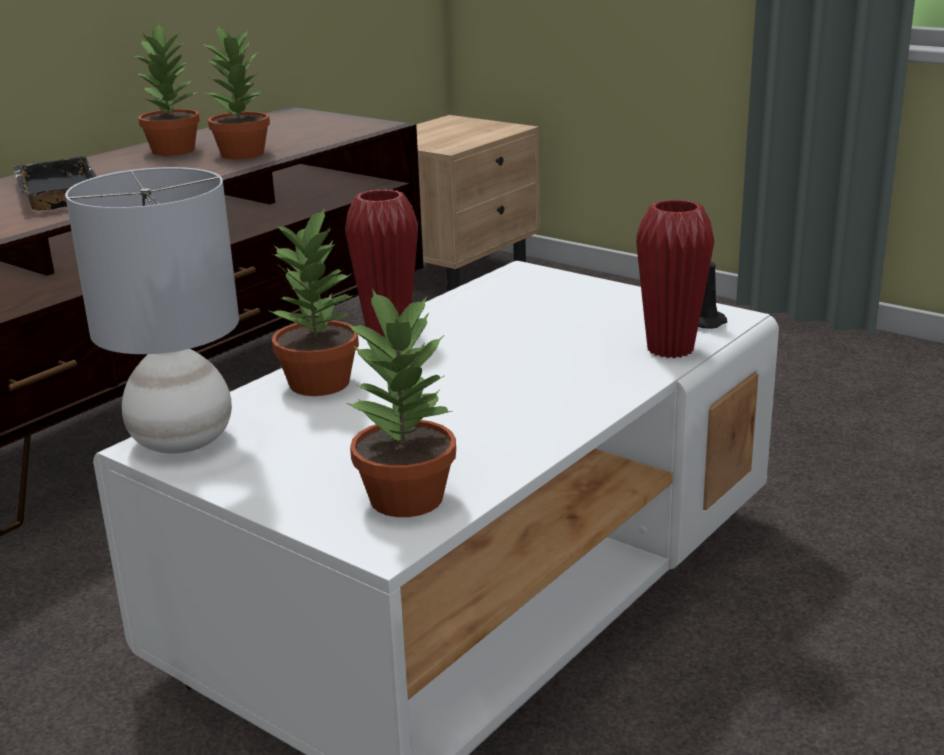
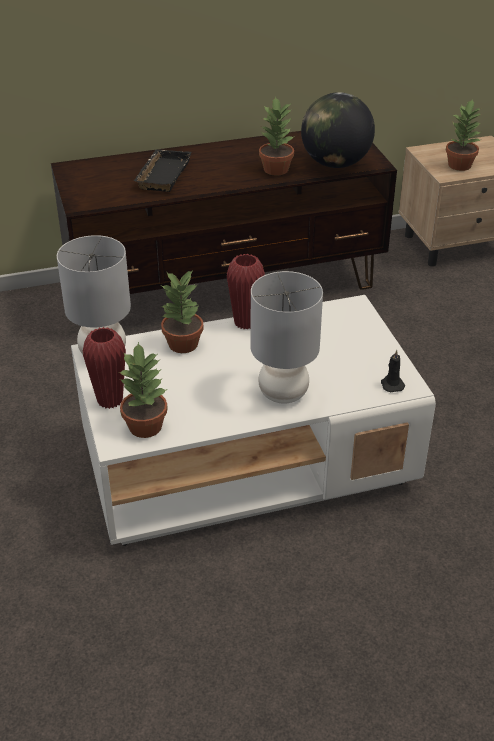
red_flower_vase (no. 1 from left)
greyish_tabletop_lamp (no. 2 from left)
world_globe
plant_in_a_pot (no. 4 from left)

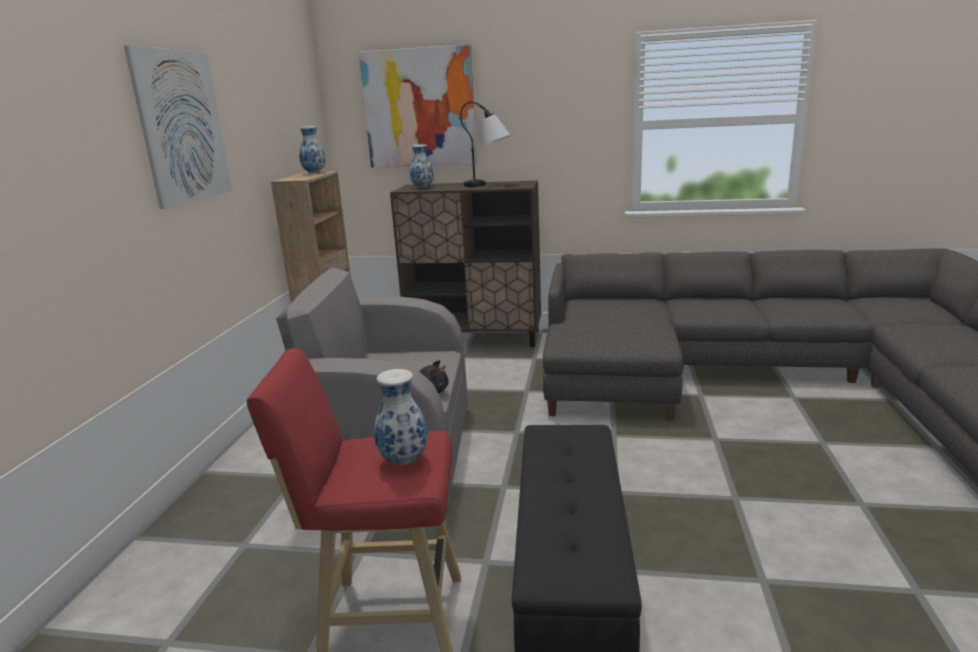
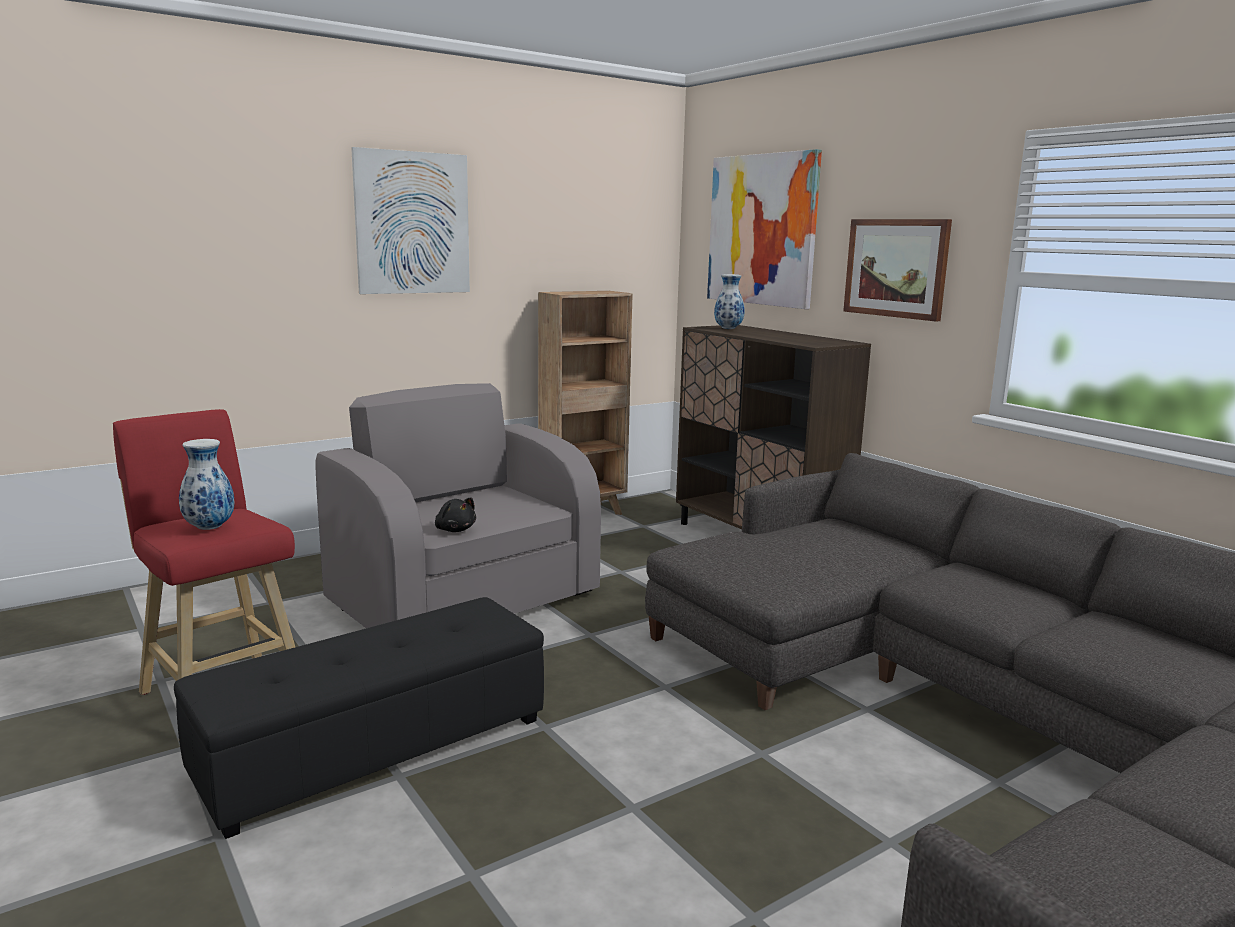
wall_picture (no. 3 from left)
flower_vase (no. 1 from left in the first image)
tabletop_lamp

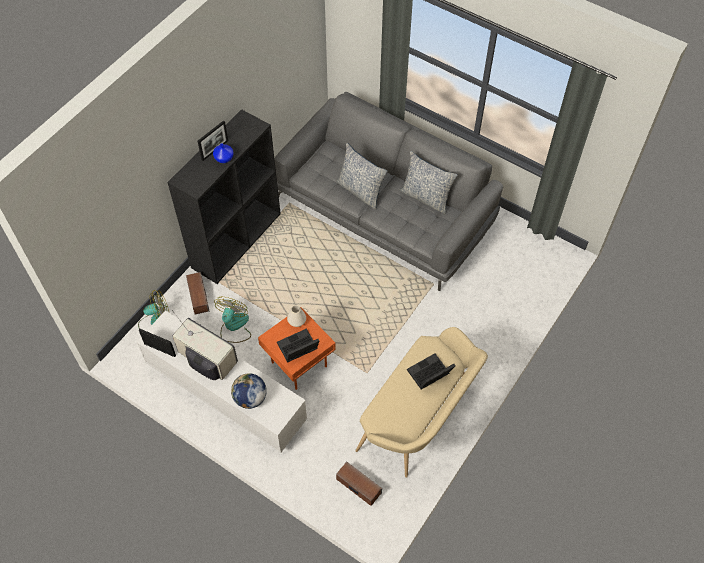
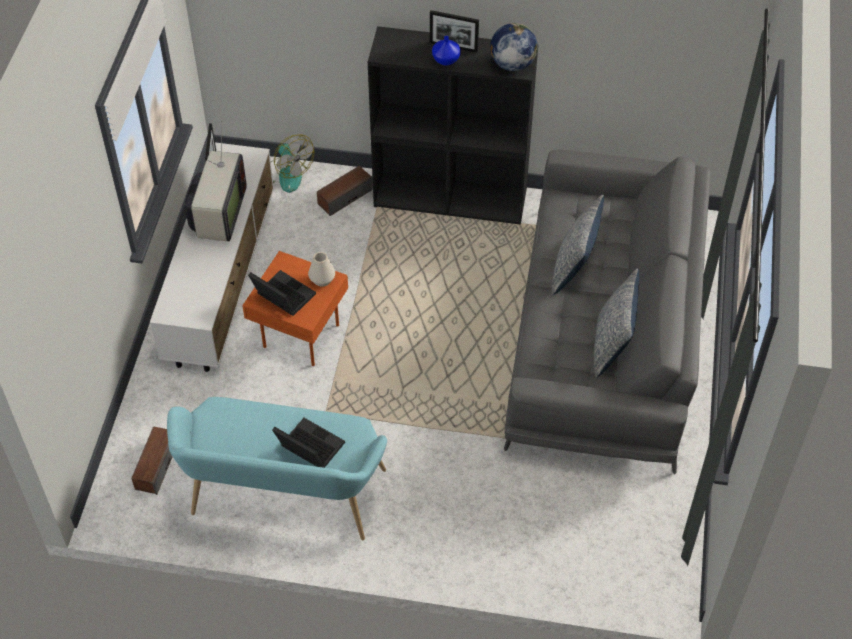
blue-green_indoor_bench
world_globe
cooling_fan (no. 2 from left in the first image)

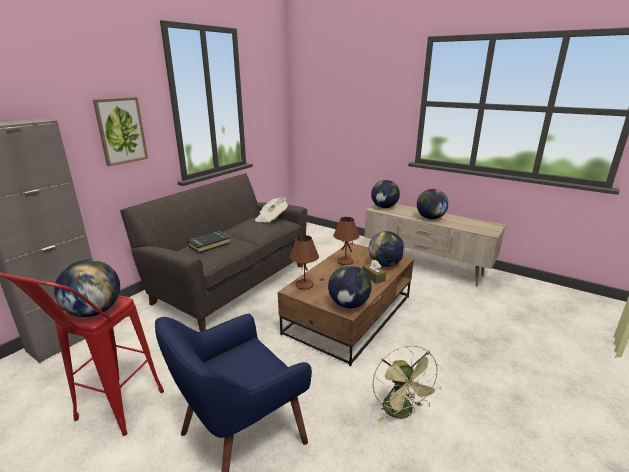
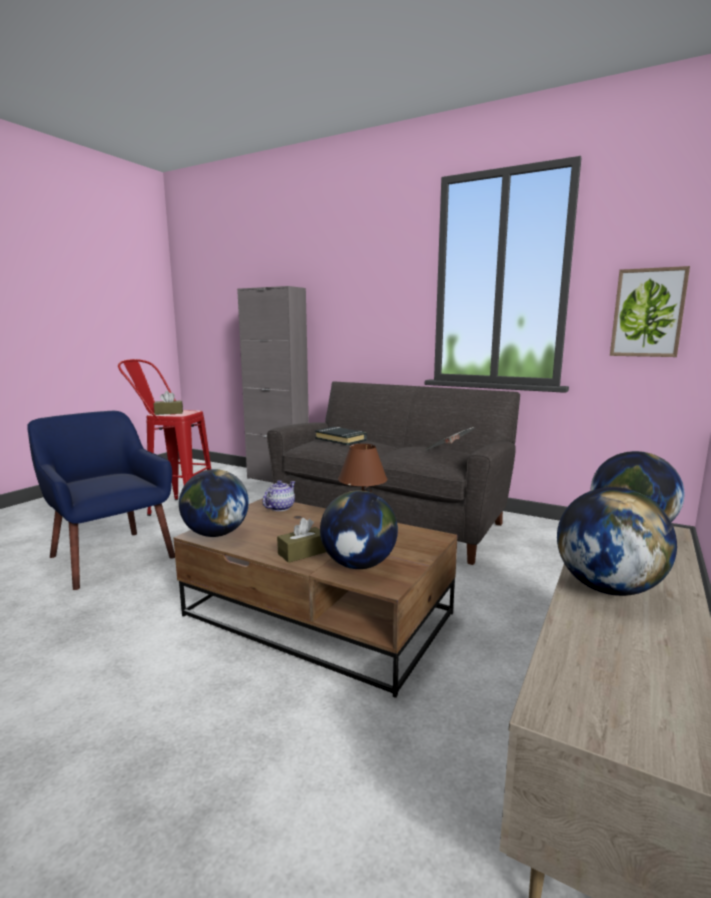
brown-coloured_tissue_box (no. 1 from left)
pot_for_tea
wall_picture
green_cooling_fan

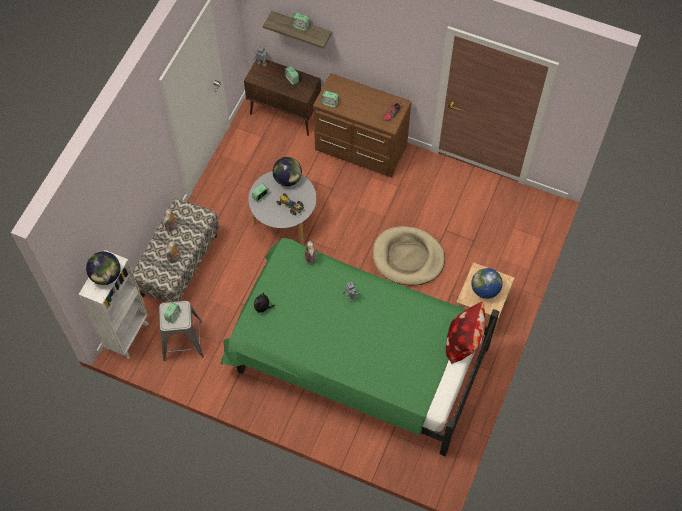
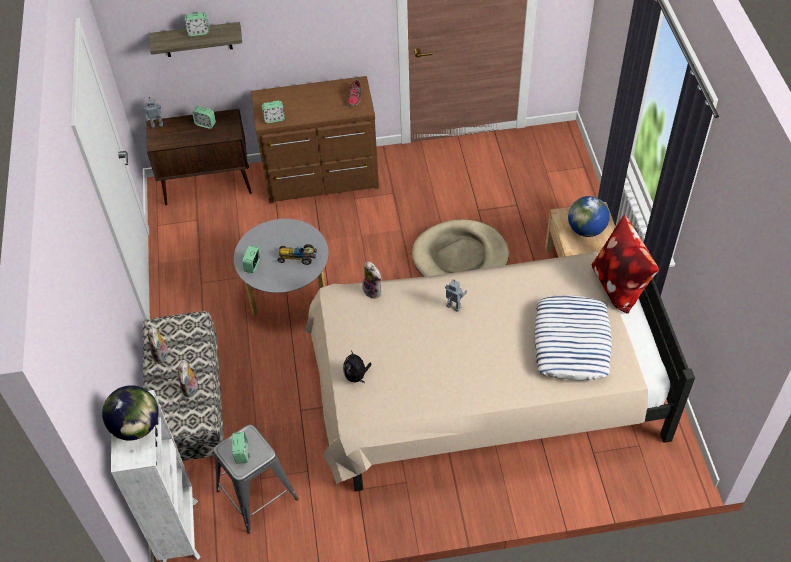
sand-coloured_sleeping_bed
throw_pillow (no. 1 from left)
world_globe (no. 2 from left in the first image)

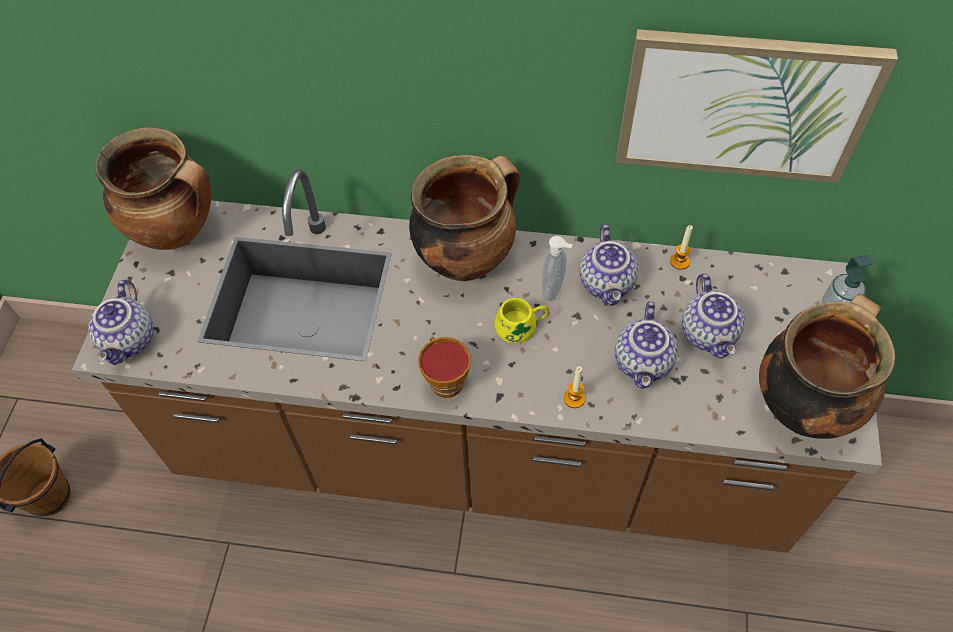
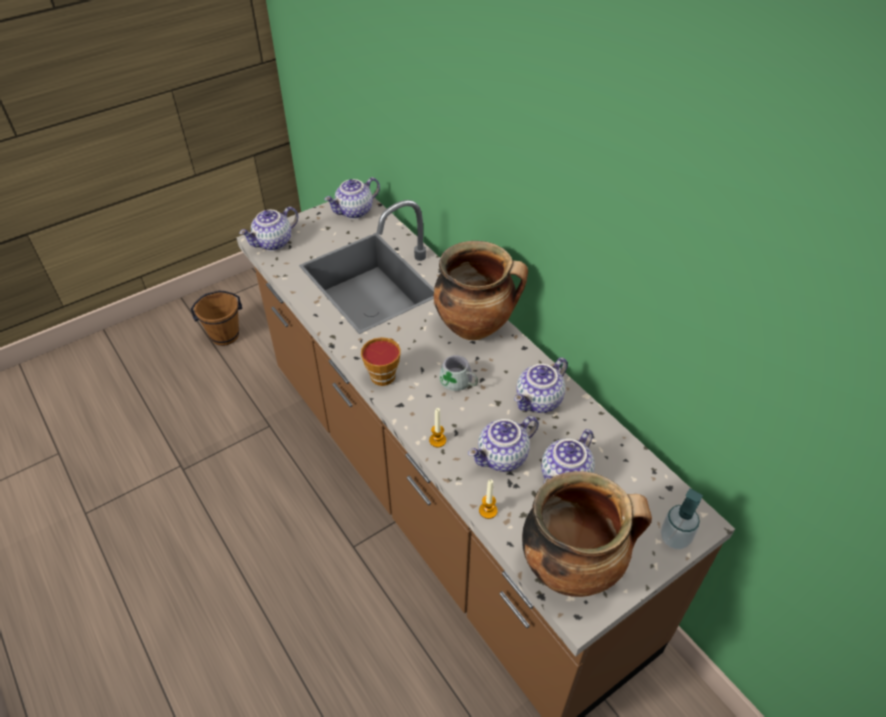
pot_for_tea (no. 2 from left)
greyish_mug
candle (no. 2 from left)
soap_bottle (no. 1 from left in the first image)
wall_picture

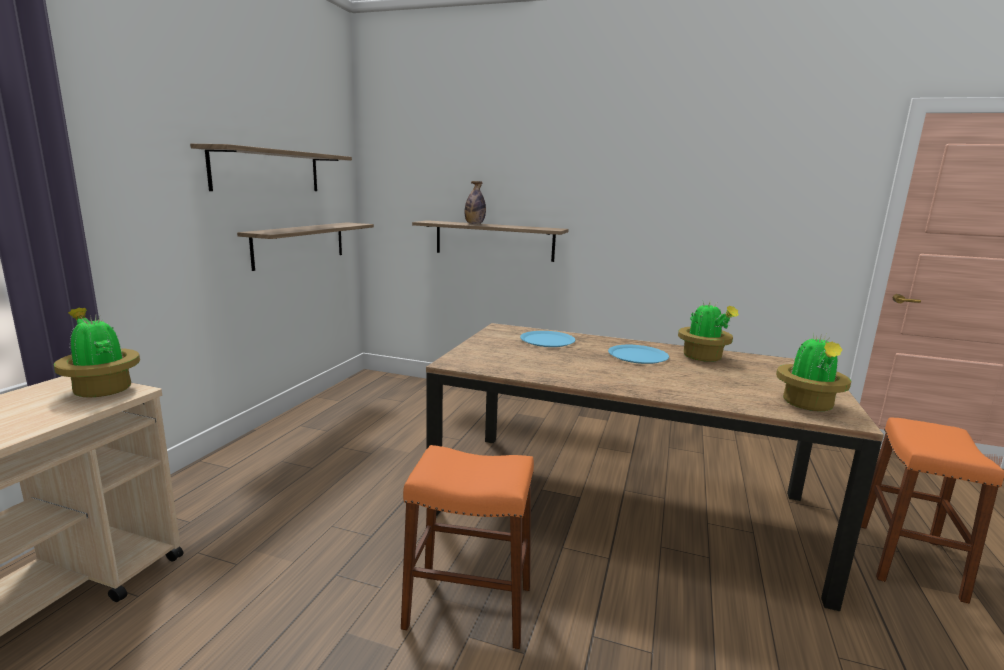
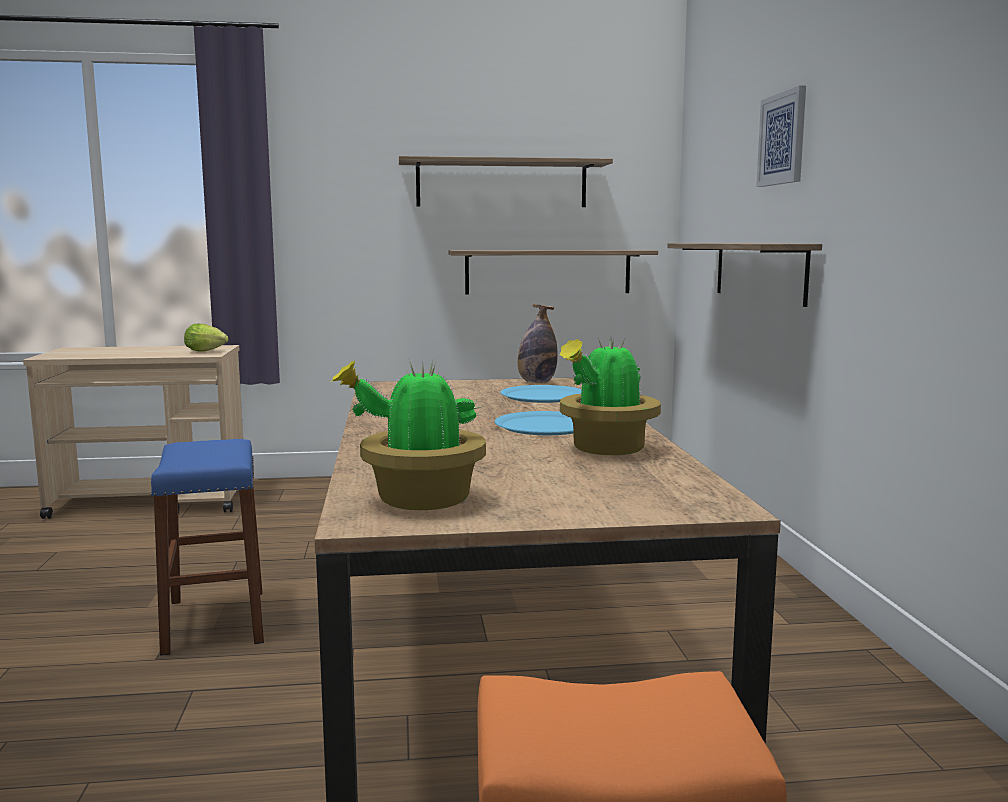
blue-coloured_stool_seat
lettuce_head
drink_bottle
wall_picture

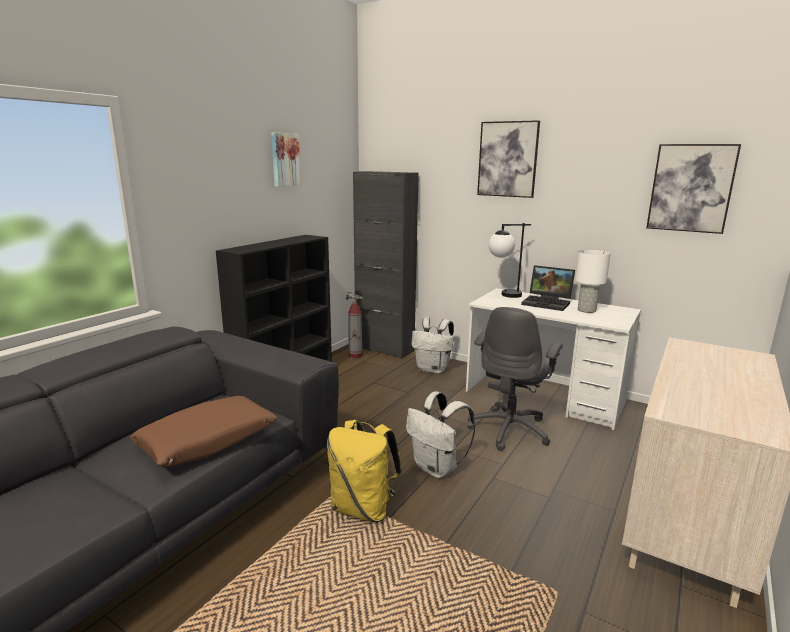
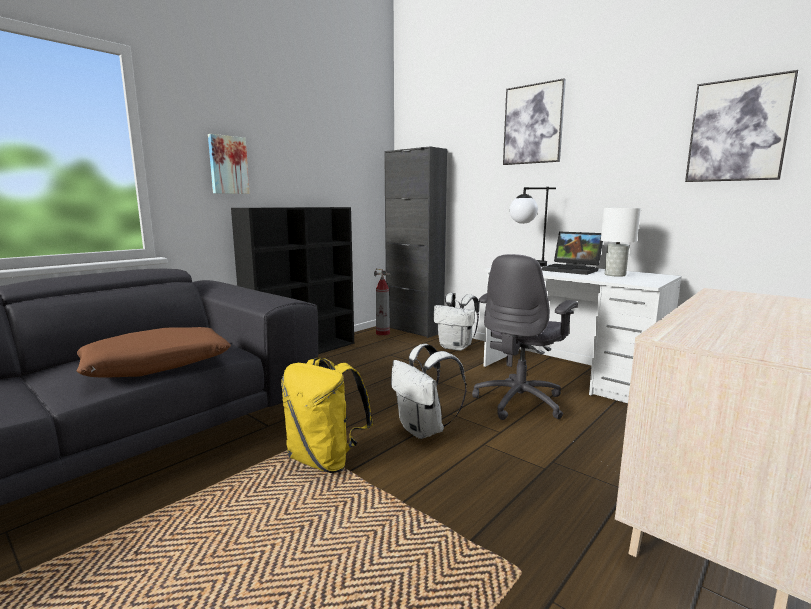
wall_picture (no. 1 from left)

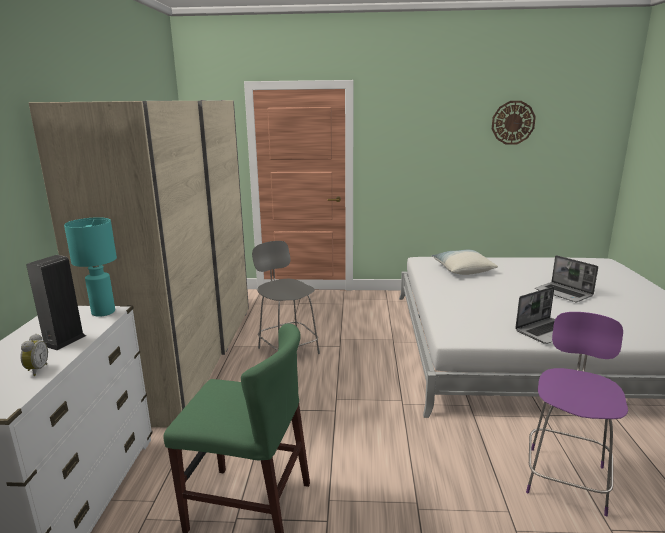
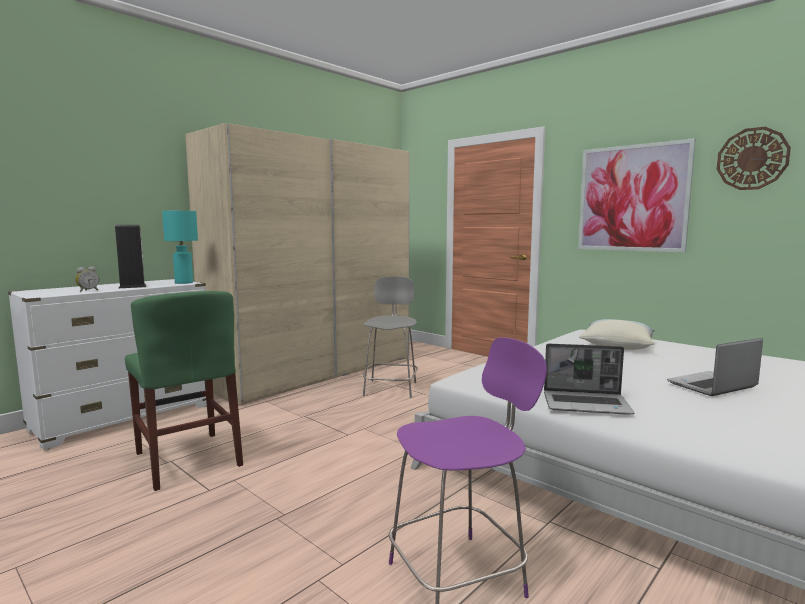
wall_picture
laptop (no. 2 from left)

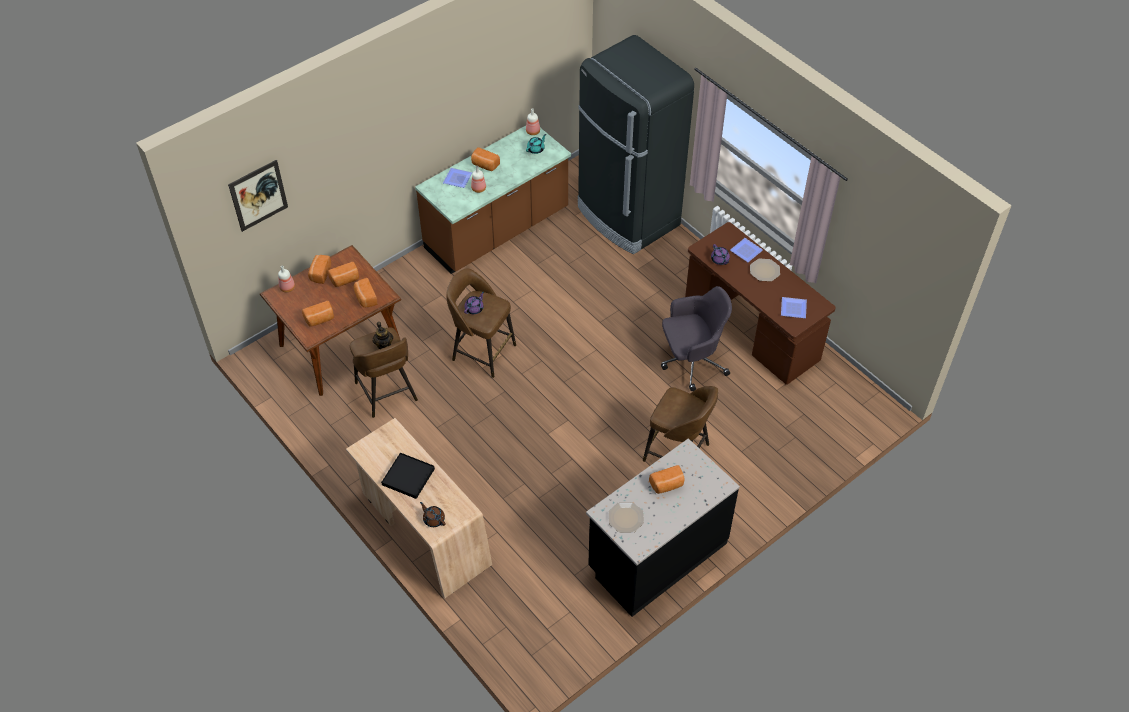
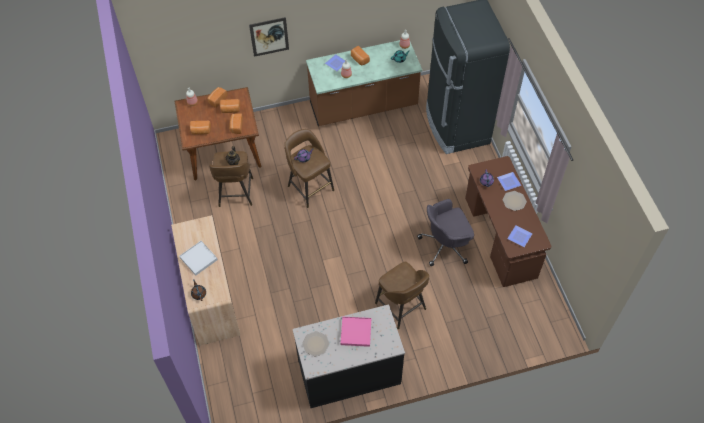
whitish_carrying_tray
wall_picture
pinkish_carrying_tray
greyish_desk_chair

